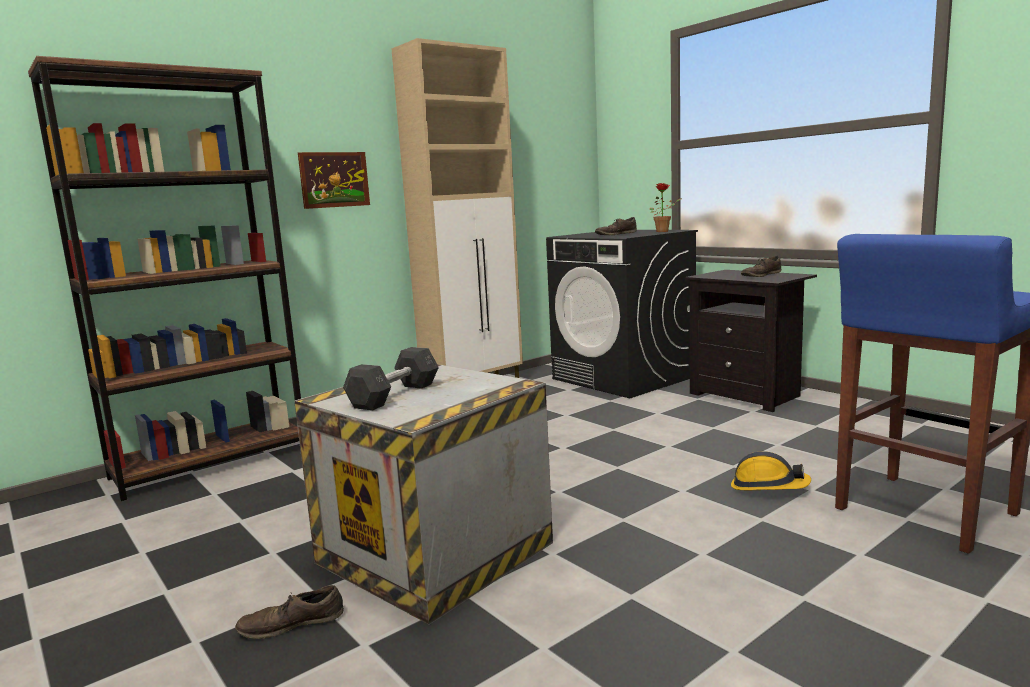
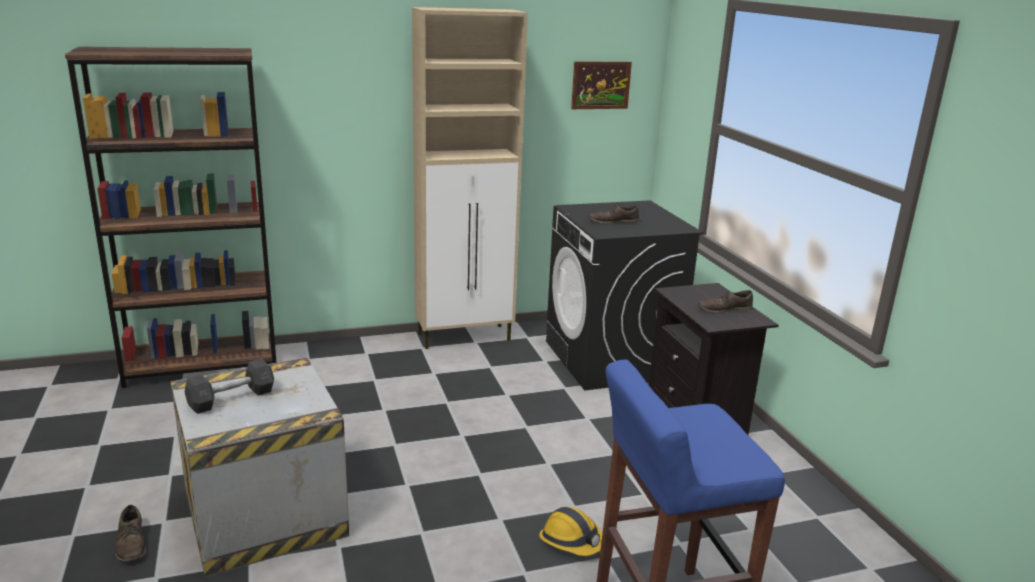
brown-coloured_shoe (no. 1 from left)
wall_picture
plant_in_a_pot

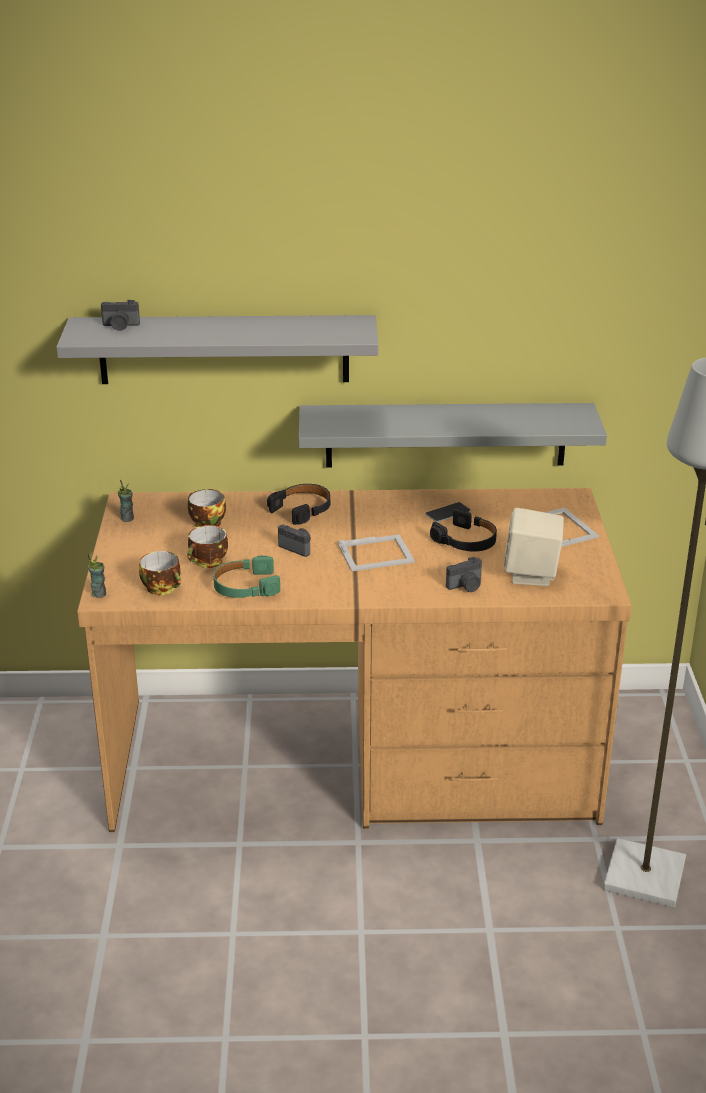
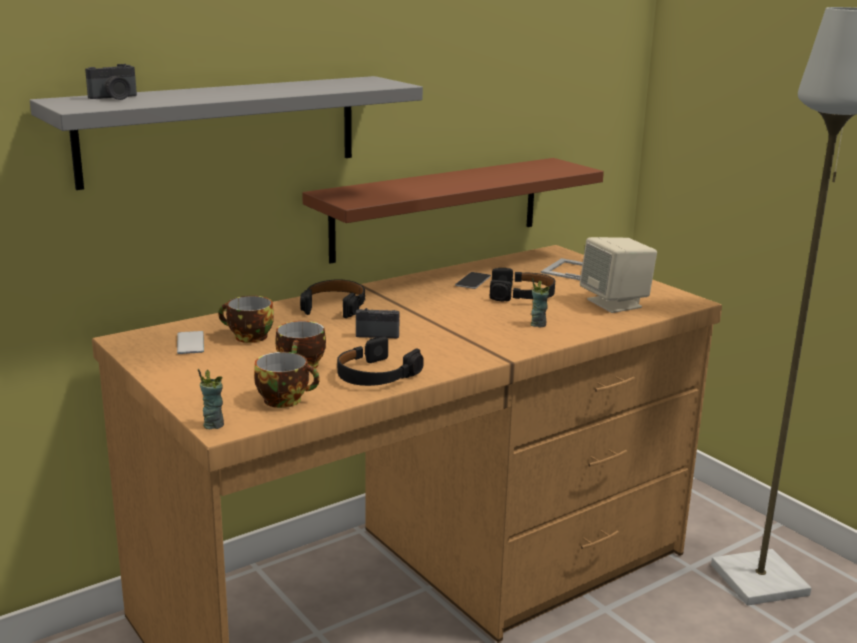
phone (no. 1 from left)
brown-coloured_shelf
black-coloured_headset (no. 2 from left)
drinking_cup (no. 5 from left)
photo_frame (no. 1 from left in the first image)
still_camera (no. 3 from left in the first image)

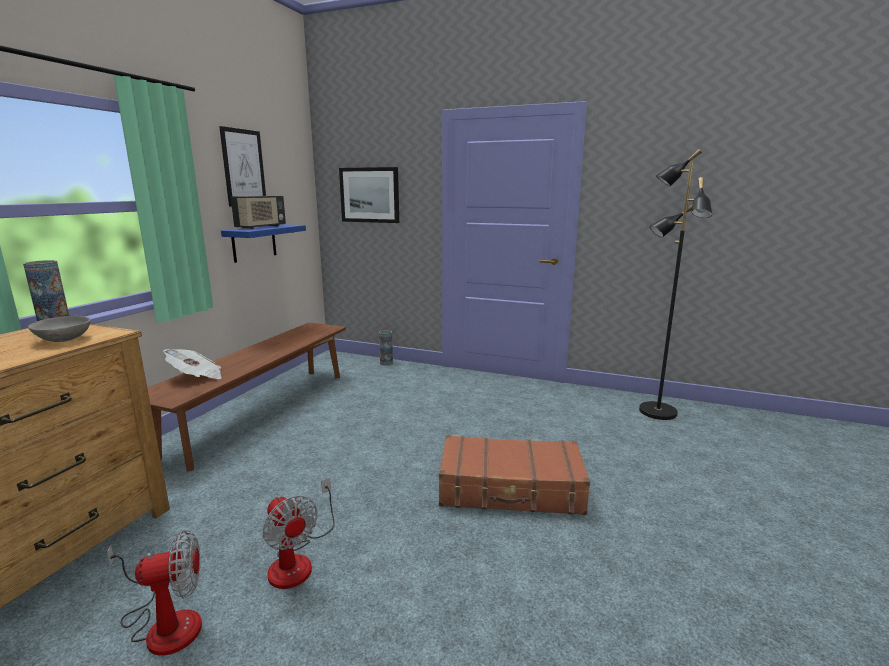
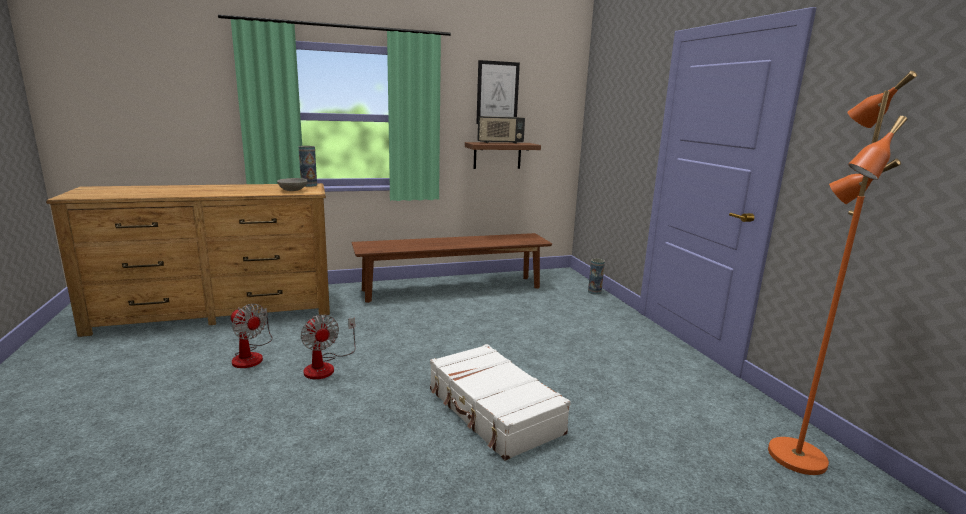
cooling_fan (no. 2 from left)
whitish_travel_case
brown-coloured_shelf
orangey_floor_lamp
daily_paper
wall_picture (no. 2 from left in the first image)

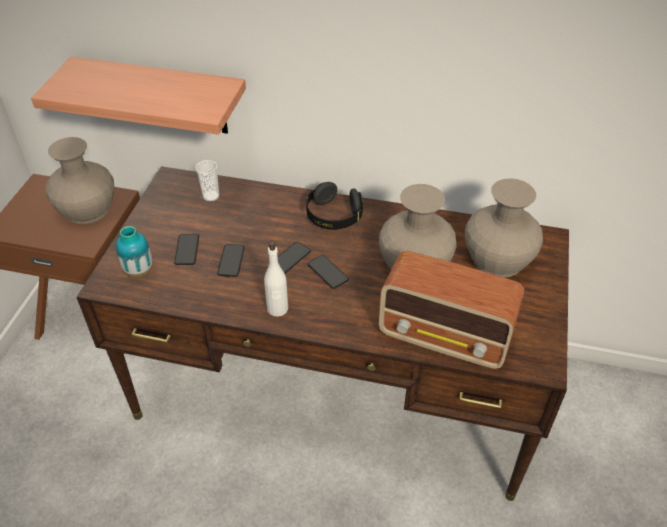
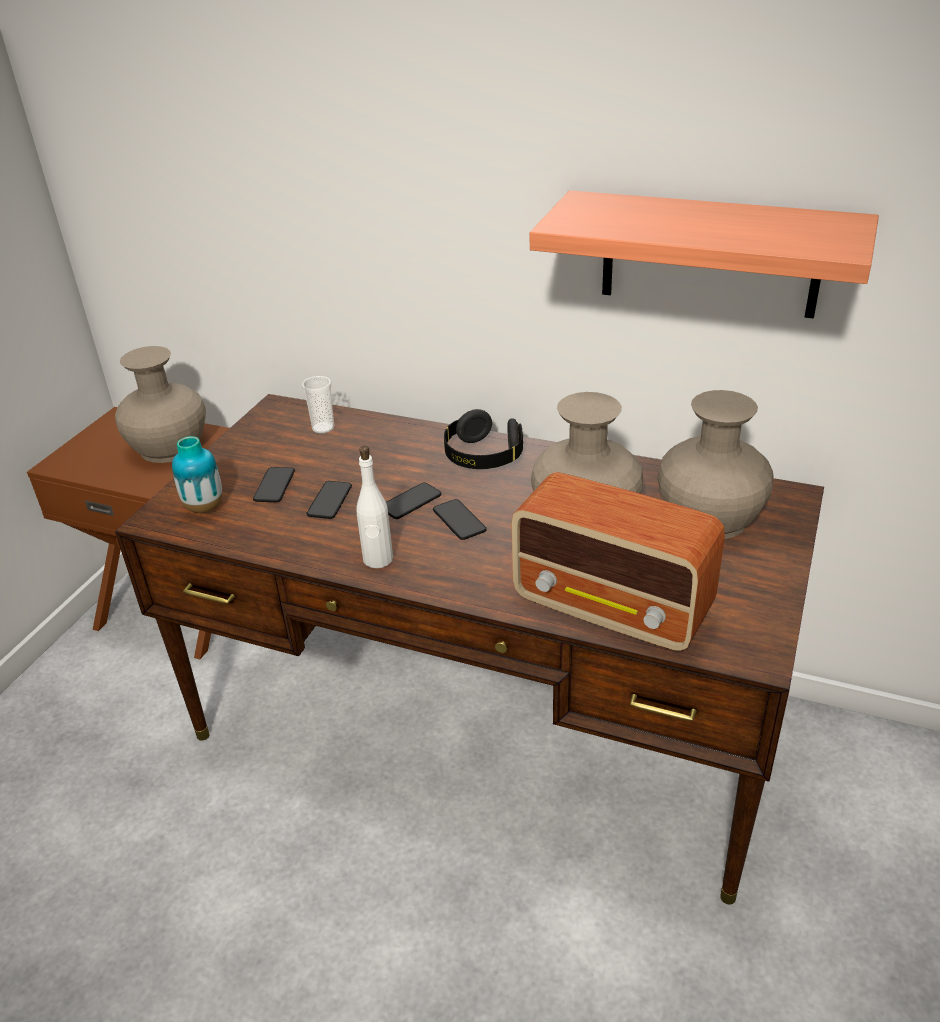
shelf

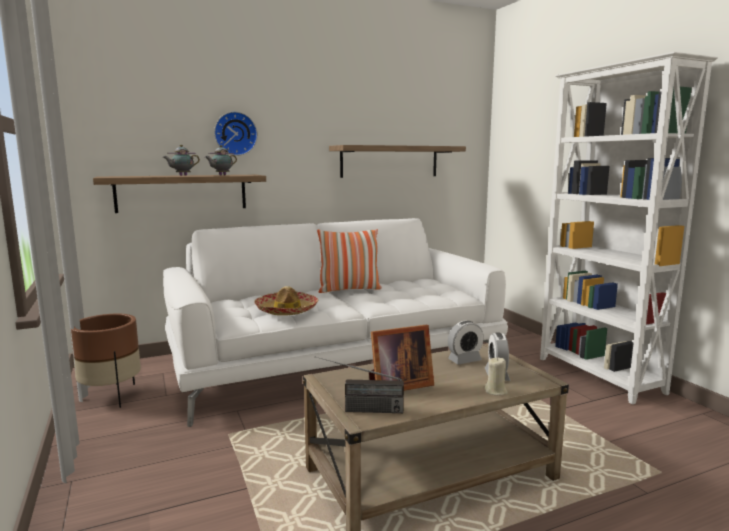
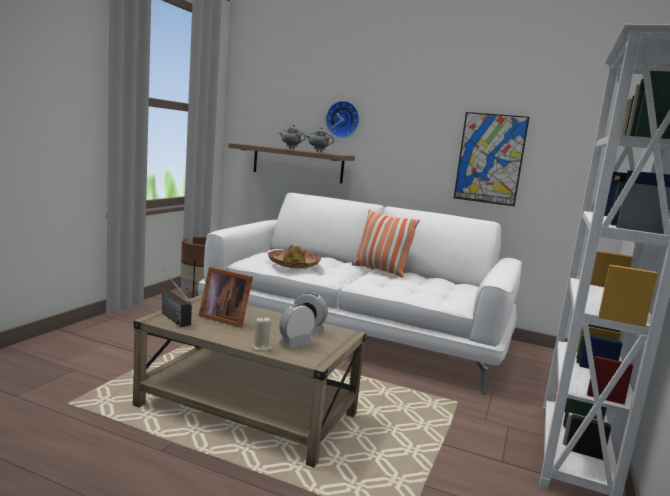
wall_picture

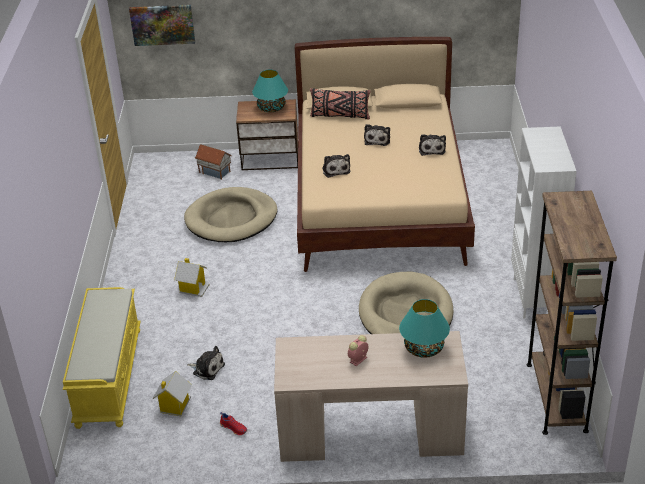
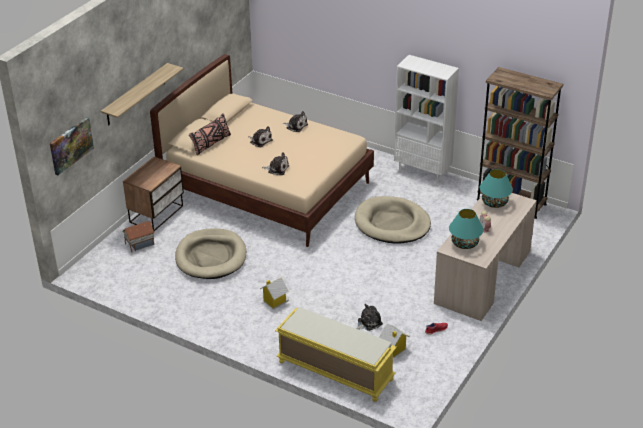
shelf
blue-green_tabletop_lamp (no. 1 from left)

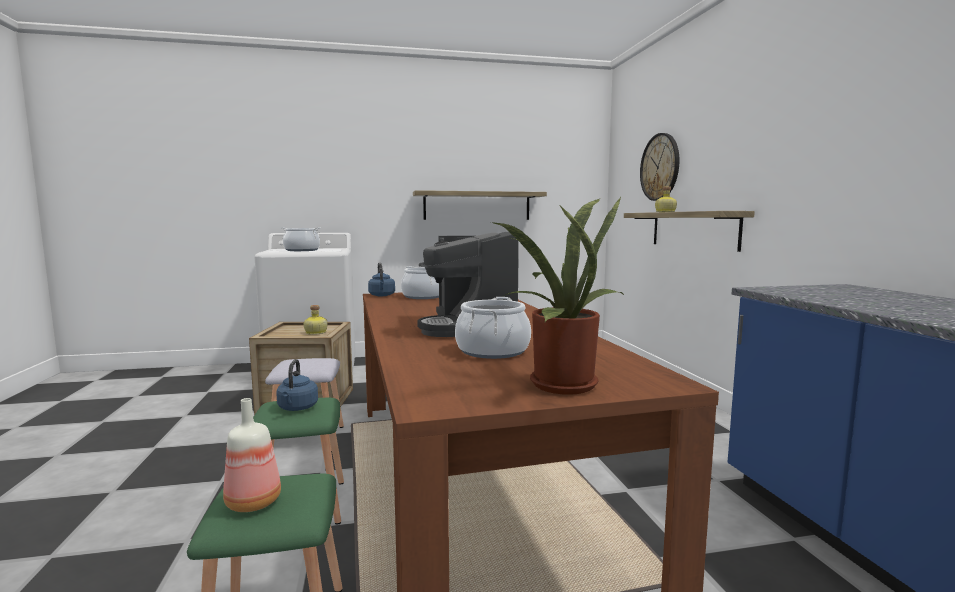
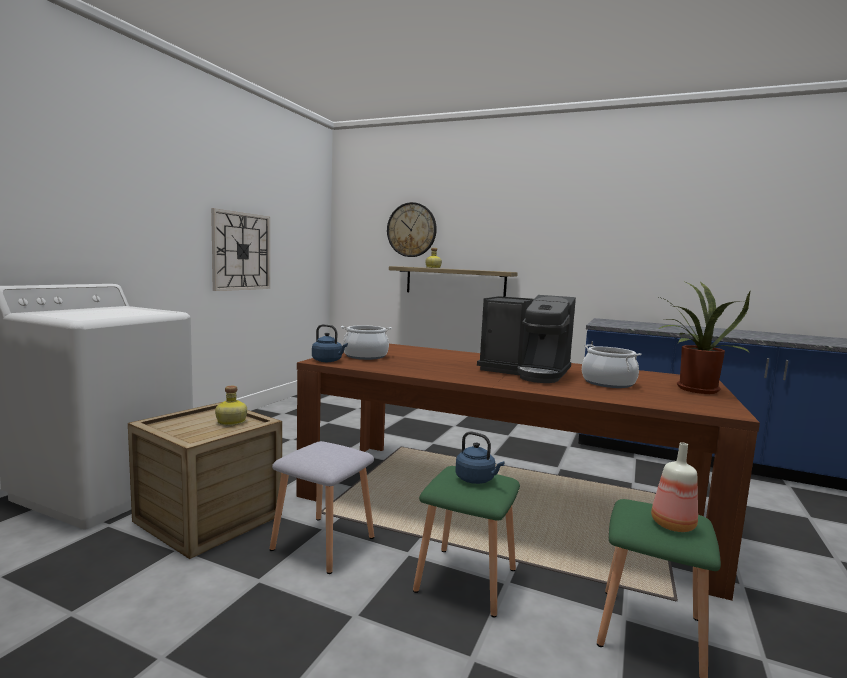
hanging_clock (no. 1 from left)
saucepot (no. 1 from left in the first image)

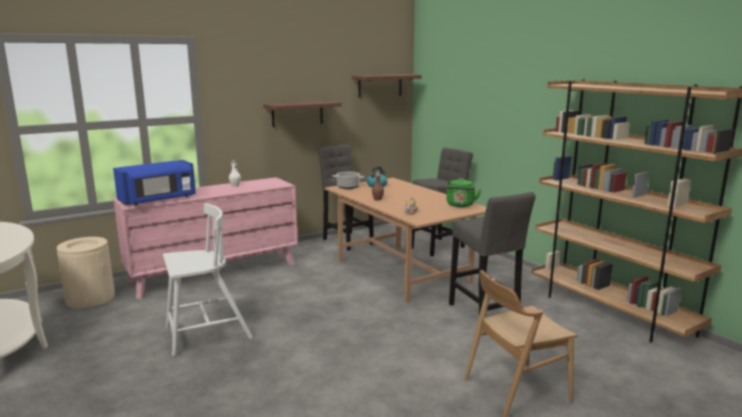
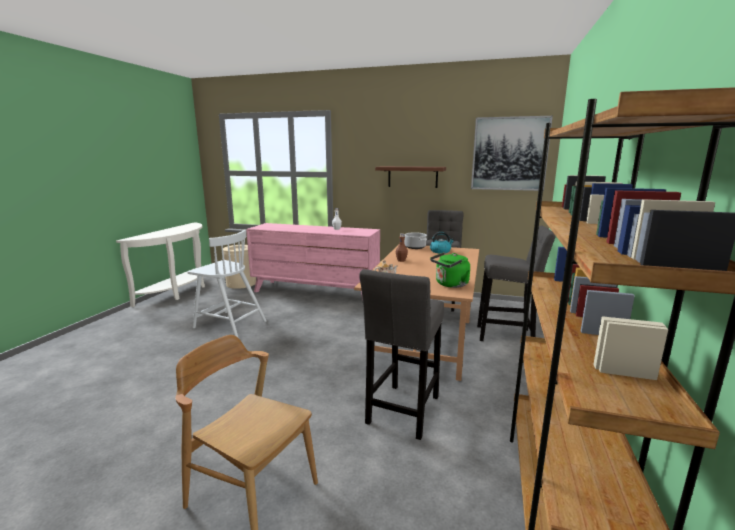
wall_picture
blue-coloured_microwave_oven

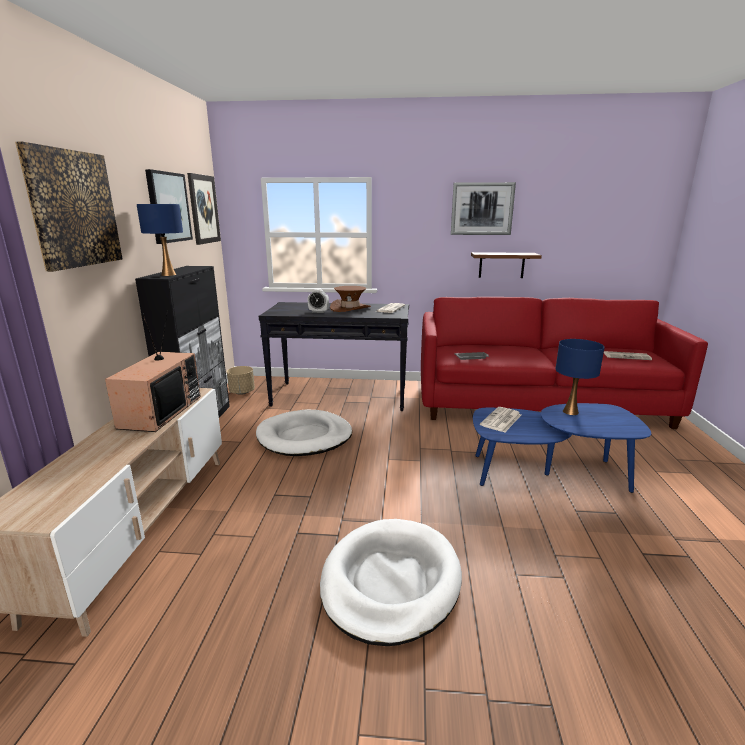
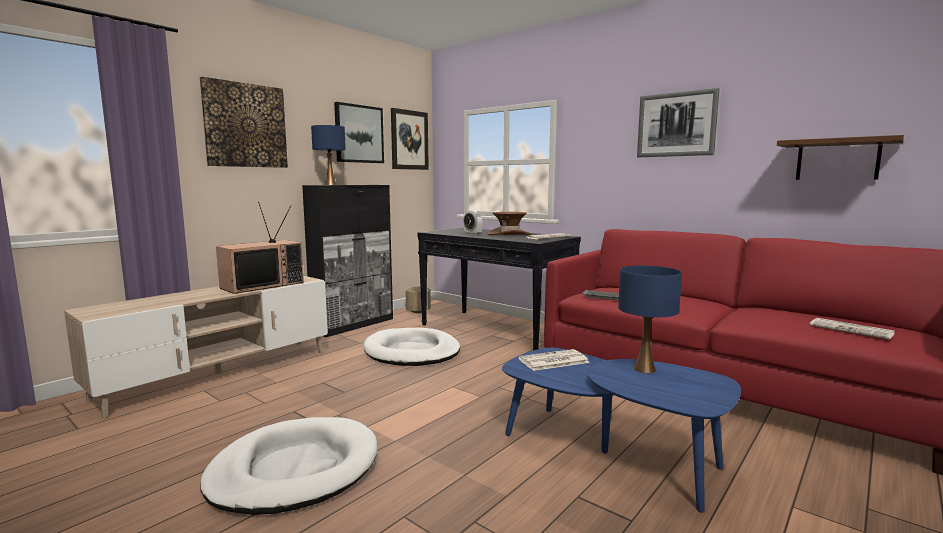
brown-coloured_shelf

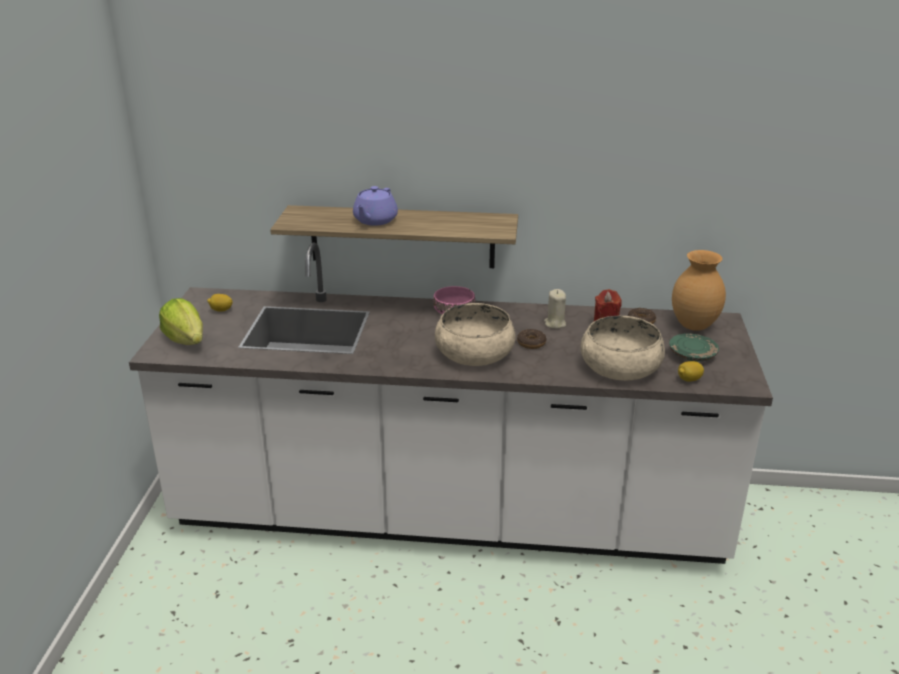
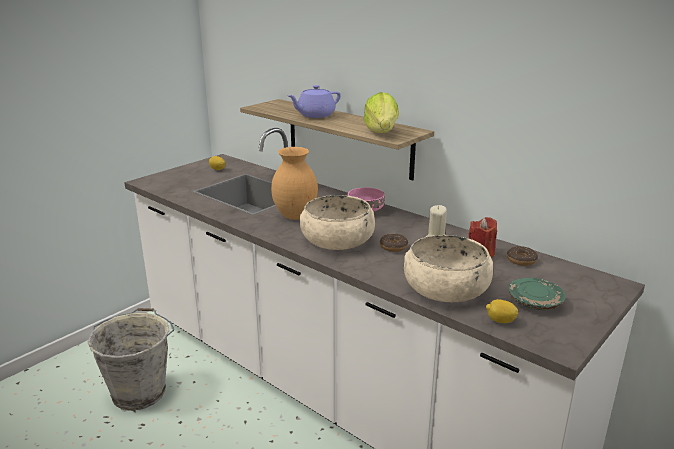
greyish_bucket
brown-coloured_flower_vase
lettuce_head

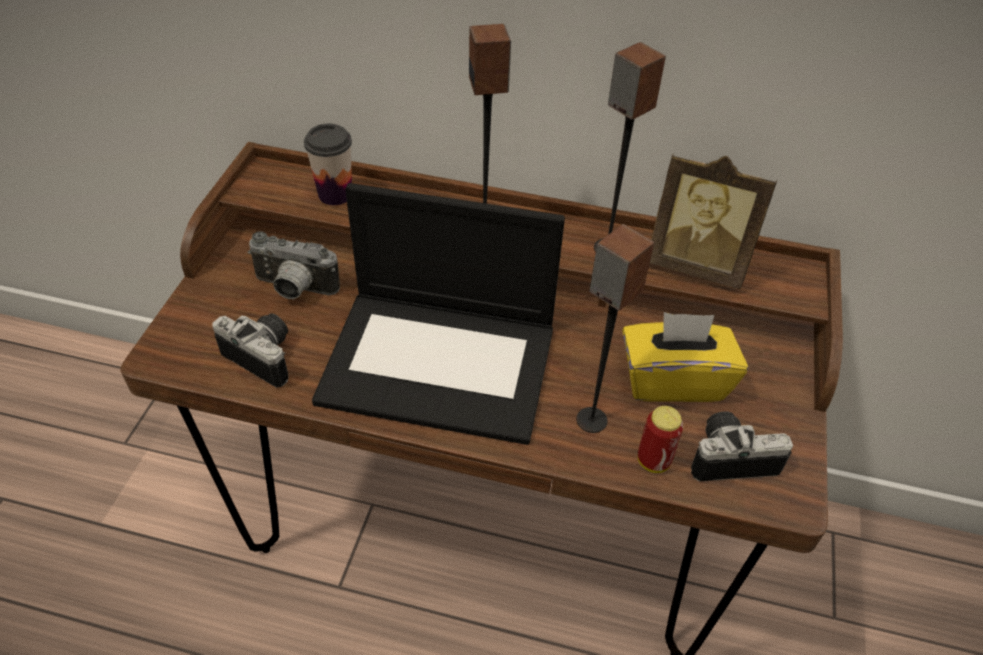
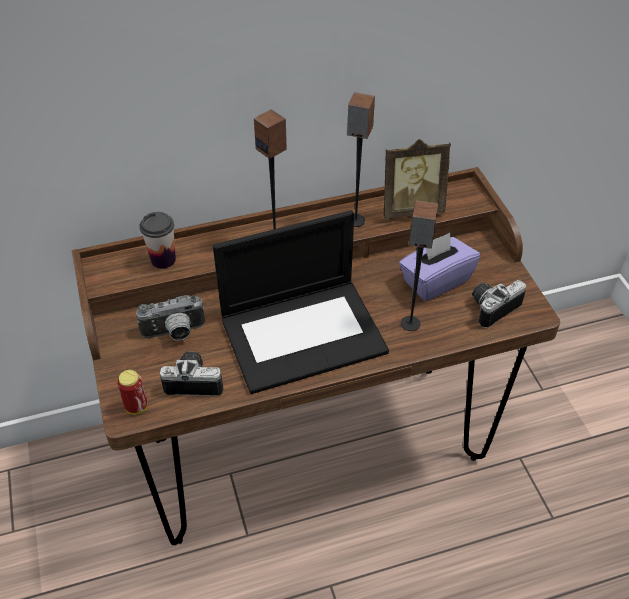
sealed_can
purple_tissue_box

